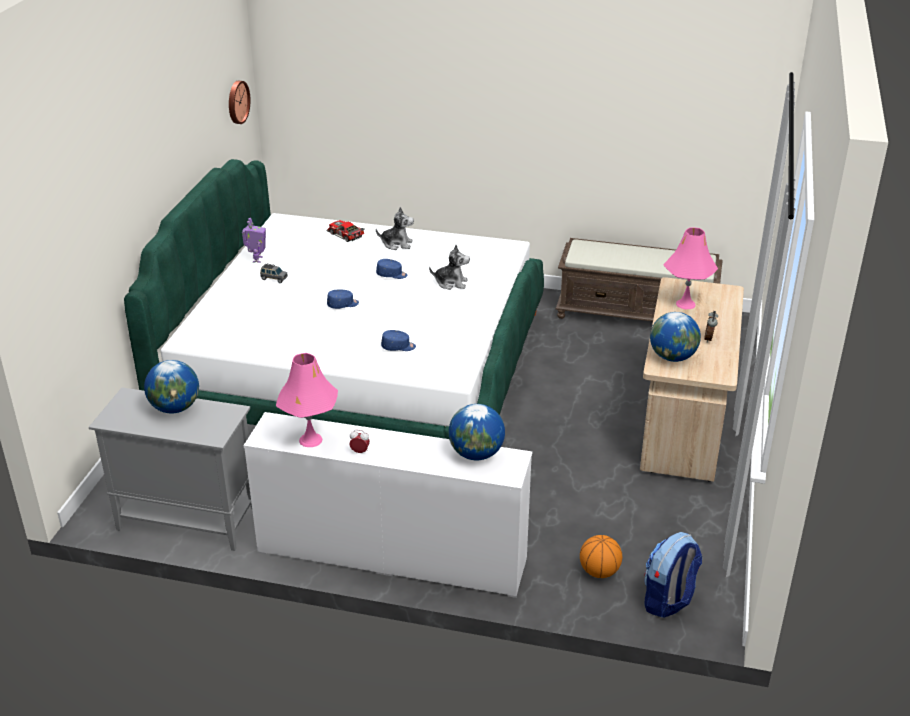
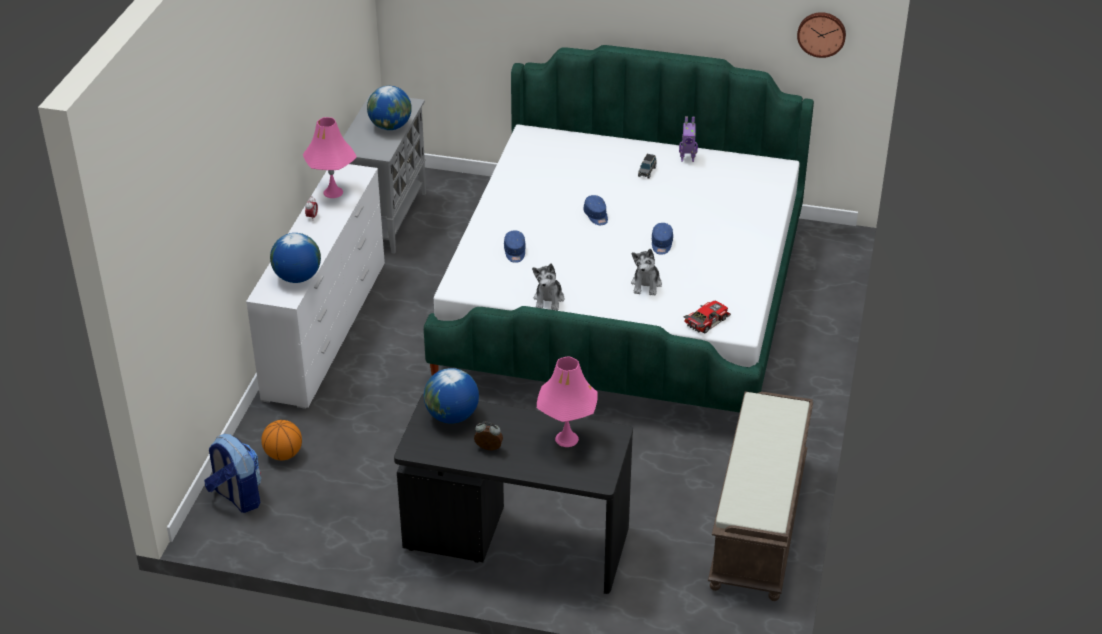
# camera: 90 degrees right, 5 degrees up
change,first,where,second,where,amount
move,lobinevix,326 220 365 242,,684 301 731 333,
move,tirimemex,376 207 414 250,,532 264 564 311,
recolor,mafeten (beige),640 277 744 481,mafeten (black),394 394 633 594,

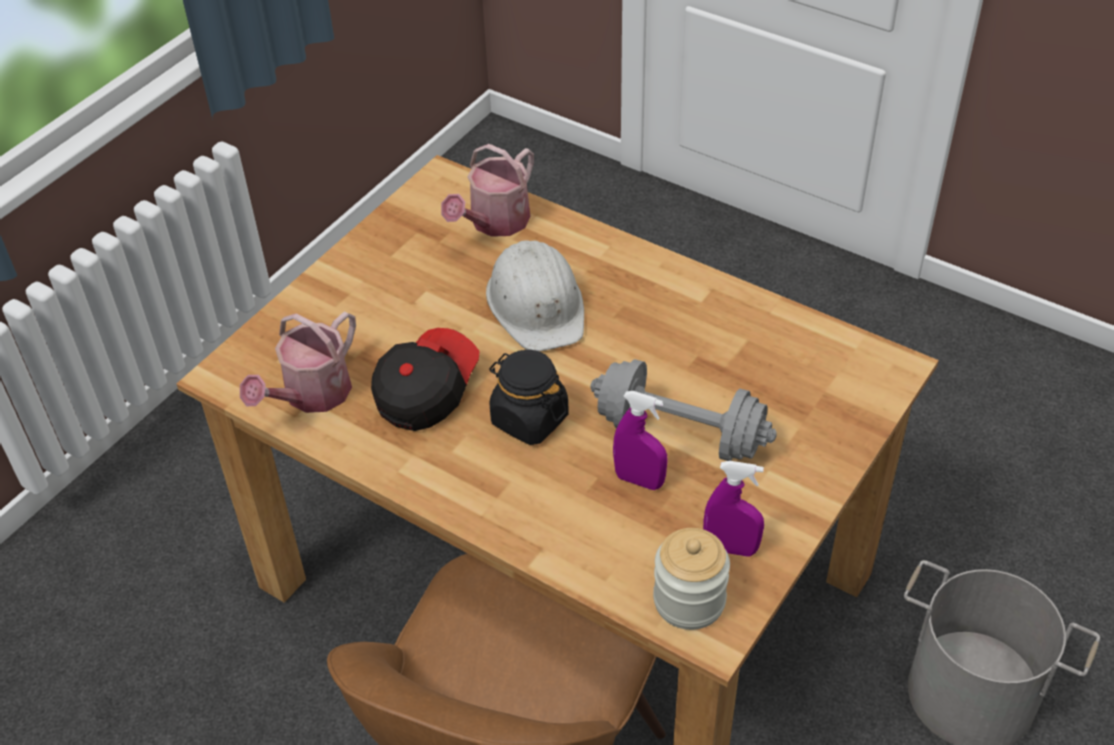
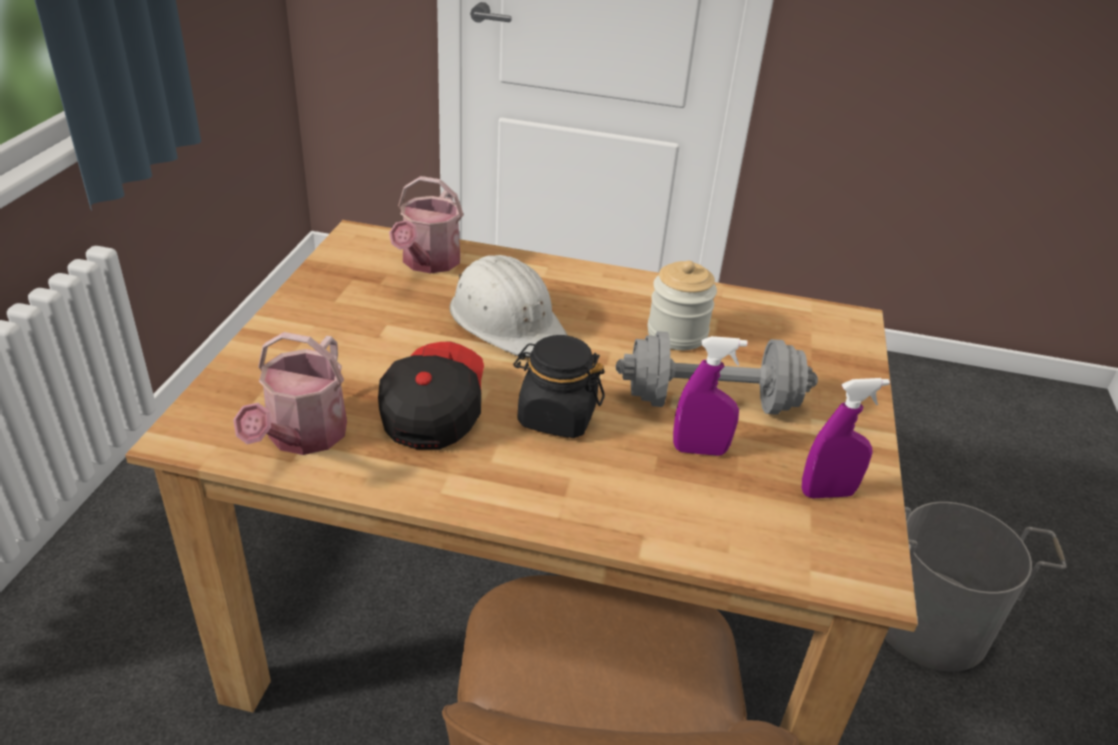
# camera: 25 degrees left, 10 degrees down
change,first,where,second,where,amount
move,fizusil,653 528 730 630,,647 261 717 350,

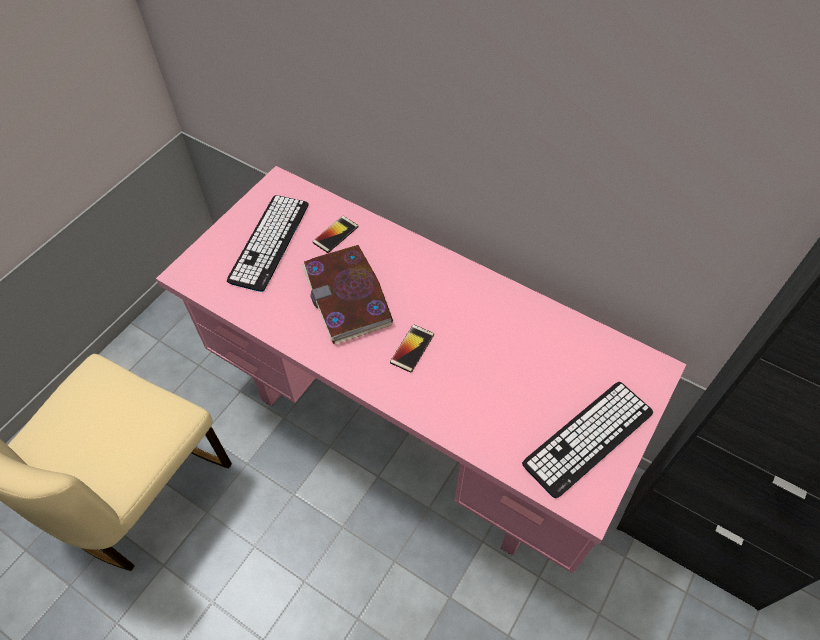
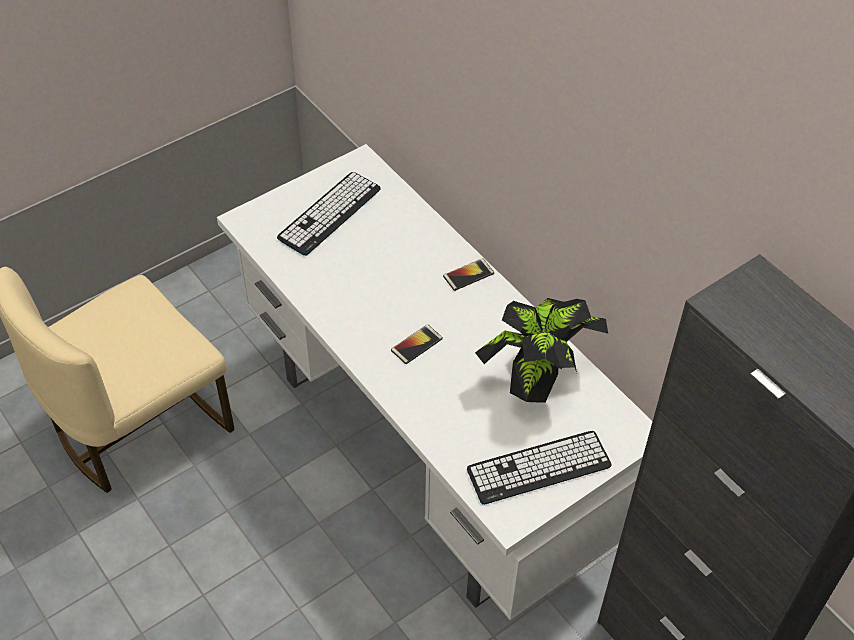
# camera: 20 degrees right, 5 degrees down
change,first,where,second,where,amount
recolor,mafeten (pink),156 166 687 574,mafeten (white),217 144 653 620,
delete,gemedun,302 245 393 344,,,
move,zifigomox,312 216 359 253,,443 258 494 291,
insert,,,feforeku,475 298 608 403,

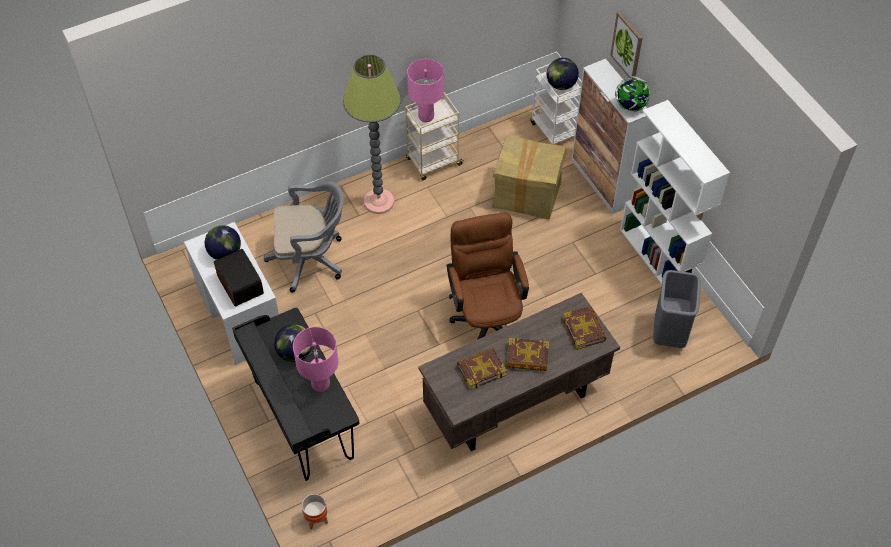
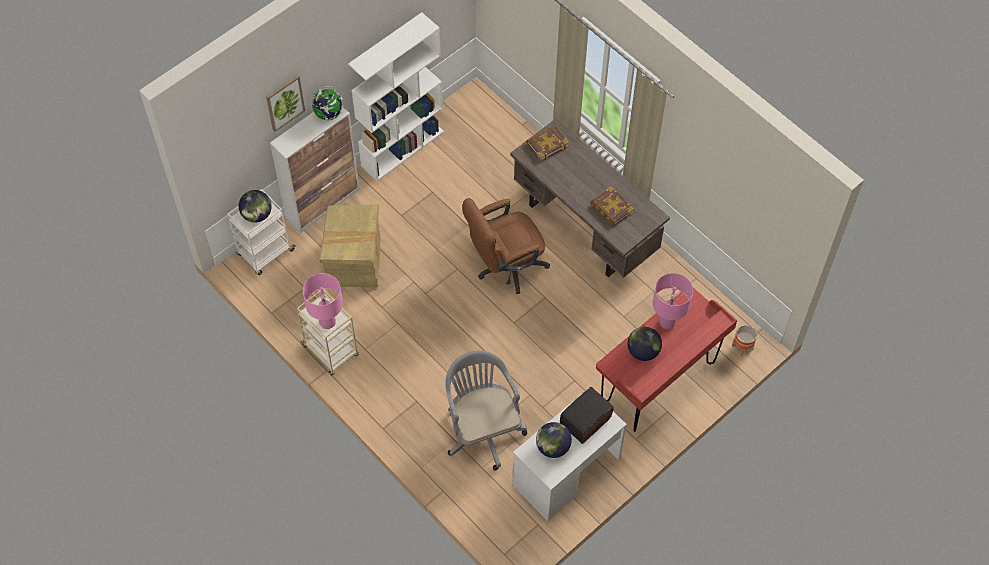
# camera: 105 degrees left, 5 degrees up
change,first,where,second,where,amount
recolor,mafeten (black),232 308 359 481,mafeten (red),596 288 737 432,
delete,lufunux,343 55 401 214,,,
delete,gemedun,507 338 549 371,,,
delete,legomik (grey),653 270 701 348,,,

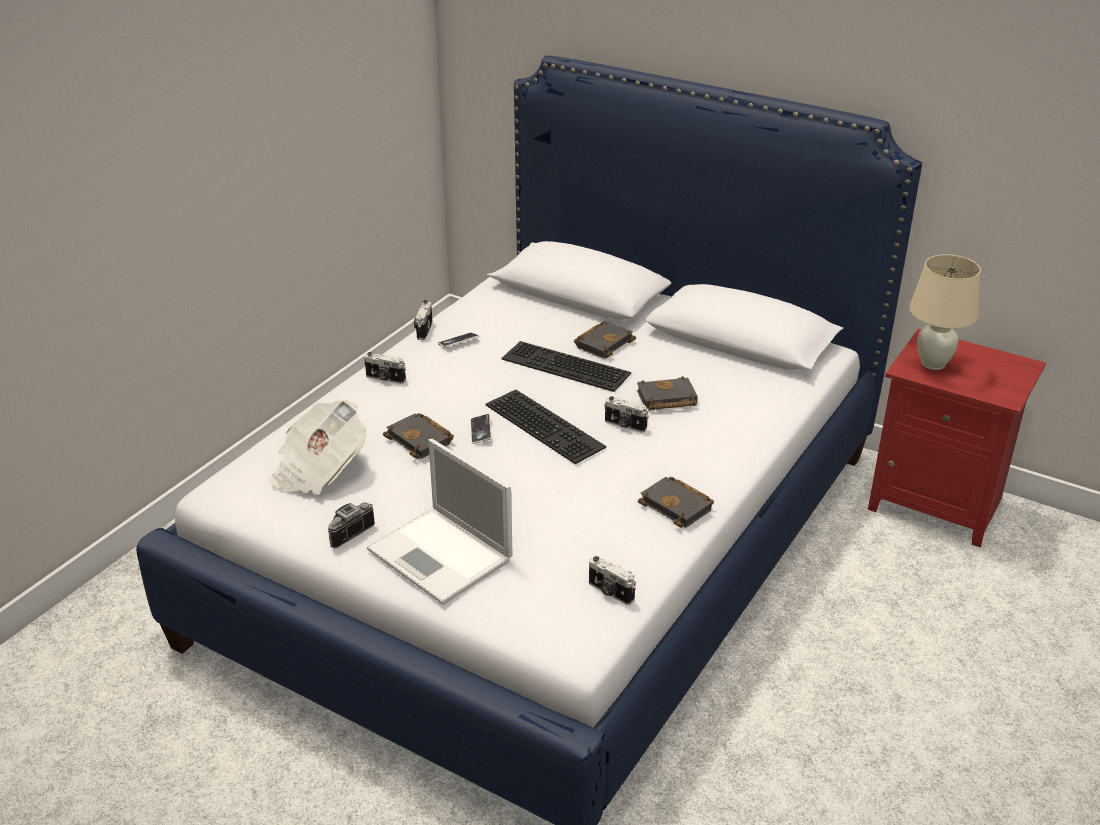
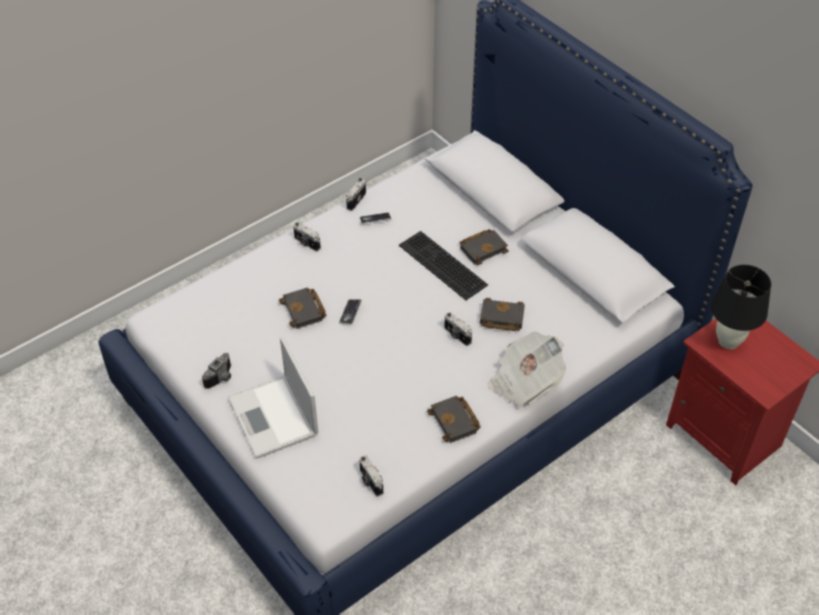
# camera: 20 degrees right, 15 degrees up
change,first,where,second,where,amount
move,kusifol,270 400 367 494,,488 331 566 408,
rotate,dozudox,328 502 375 548,,202 353 231 389,150 degrees clockwise
delete,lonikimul,485 390 606 464,,,
recolor,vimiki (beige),909 254 981 370,vimiki (black),711 265 771 349,

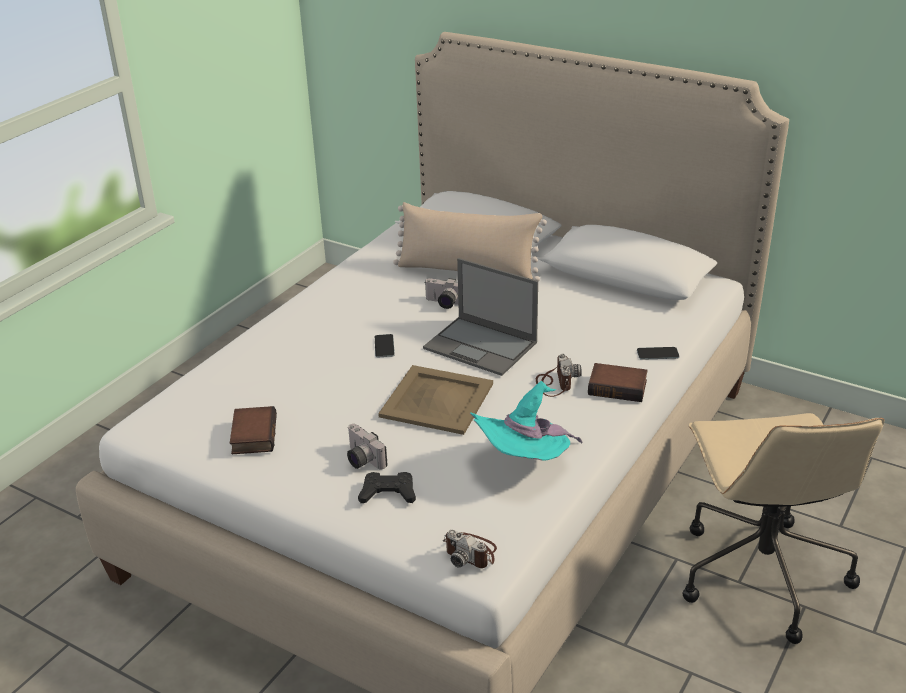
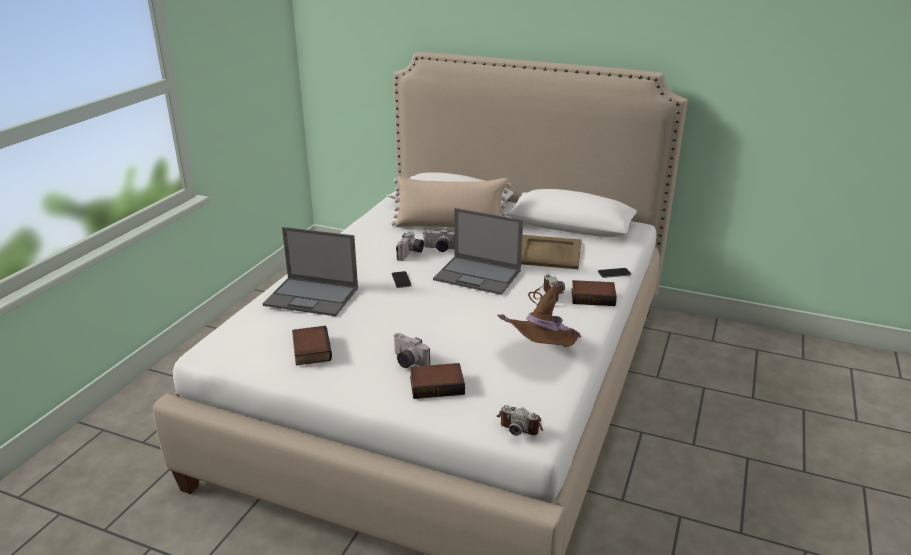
# camera: 10 degrees left, 5 degrees down
change,first,where,second,where,amount
replace,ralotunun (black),358 472 416 503,gemedun,410 363 465 399,
move,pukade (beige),378 365 493 435,,521 235 582 269,
recolor,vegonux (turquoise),470 381 582 461,vegonux (brown),497 284 581 347,
delete,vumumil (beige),682 413 884 644,,,
insert,,,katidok,262 227 358 316,
insert,,,dozudox,396 232 424 261,

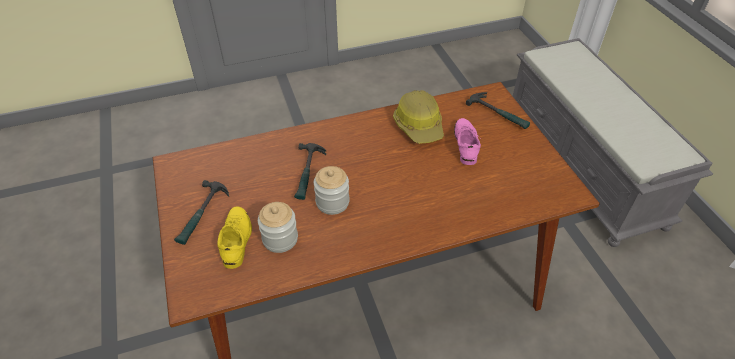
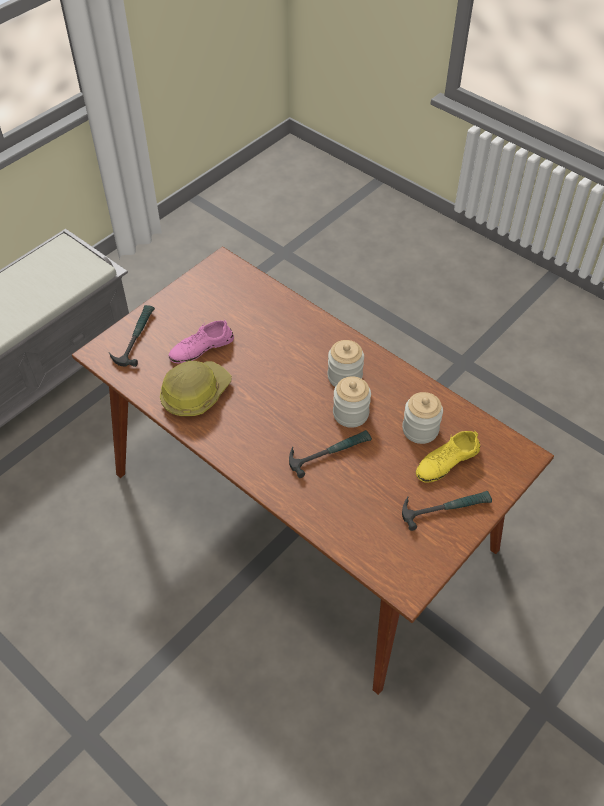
# camera: 120 degrees left, 5 degrees up
change,first,where,second,where,amount
insert,,,fizusil,328 340 364 387,

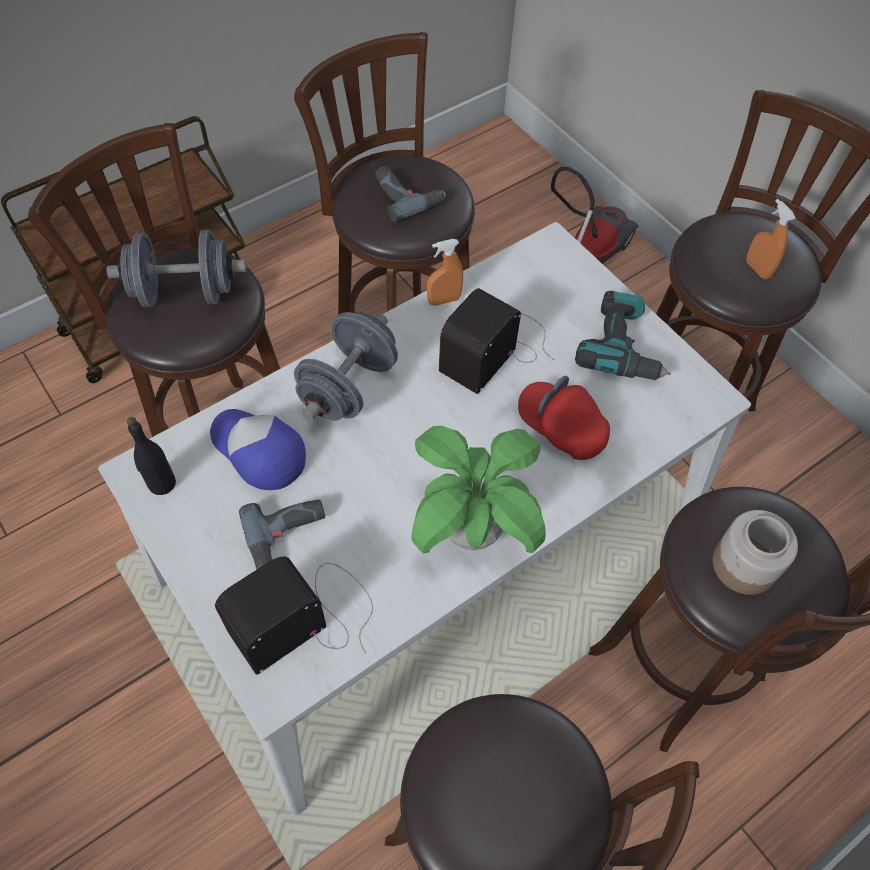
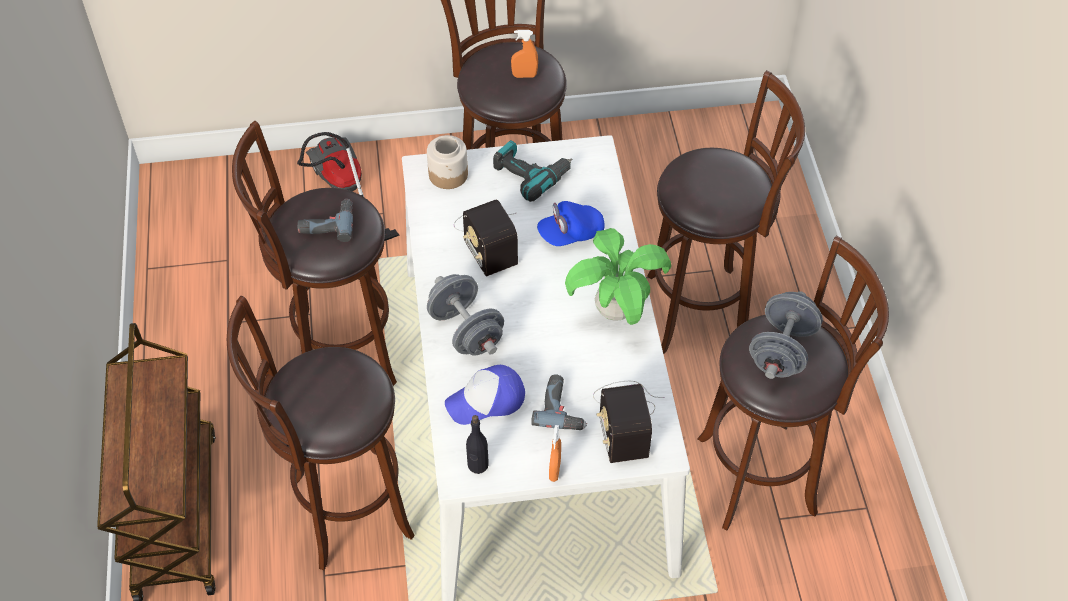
# camera: 60 degrees left, 5 degrees down
change,first,where,second,where,amount
move,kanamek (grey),107 230 247 307,,749 291 823 379,
move,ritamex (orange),427 239 463 306,,549 425 561 482,
recolor,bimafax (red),518 376 610 460,bimafax (blue),537 201 604 246,
move,fizusil,713 510 798 595,,427 135 468 189,

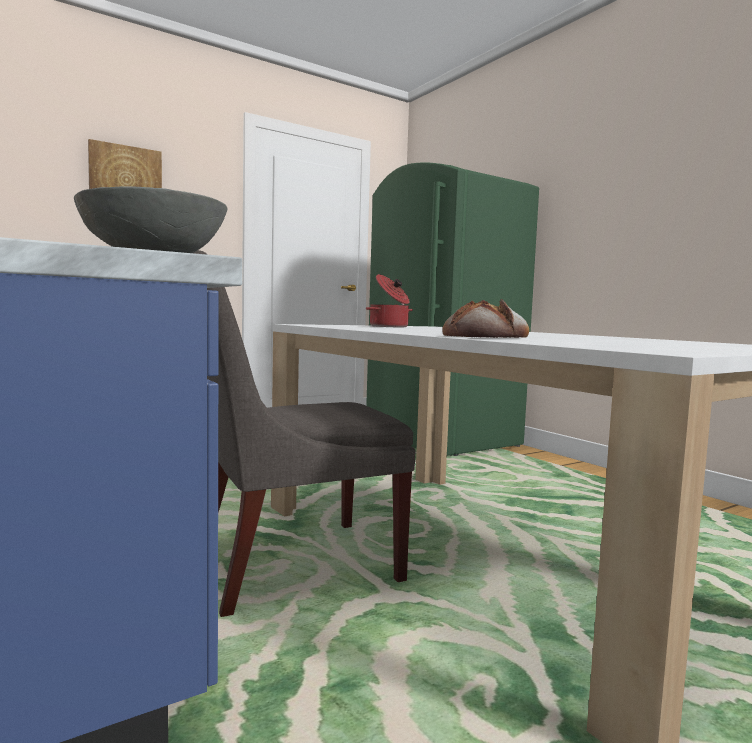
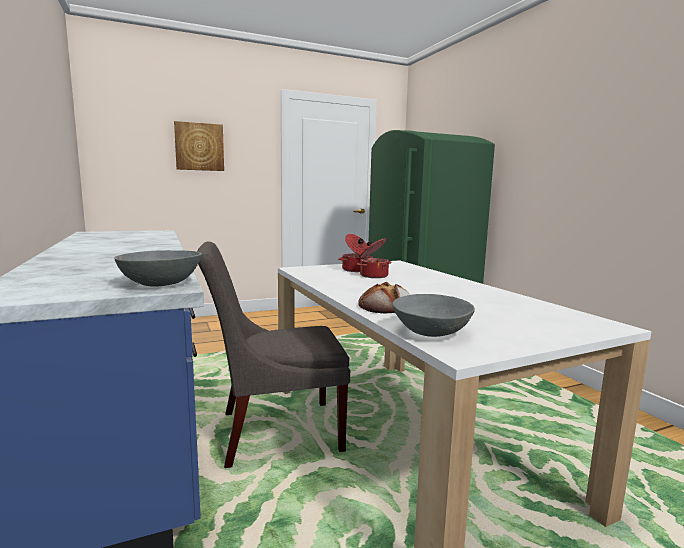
# camera: 10 degrees right, 5 degrees up
change,first,where,second,where,amount
insert,,,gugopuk,357 238 392 278,
insert,,,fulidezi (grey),392 294 475 337,

